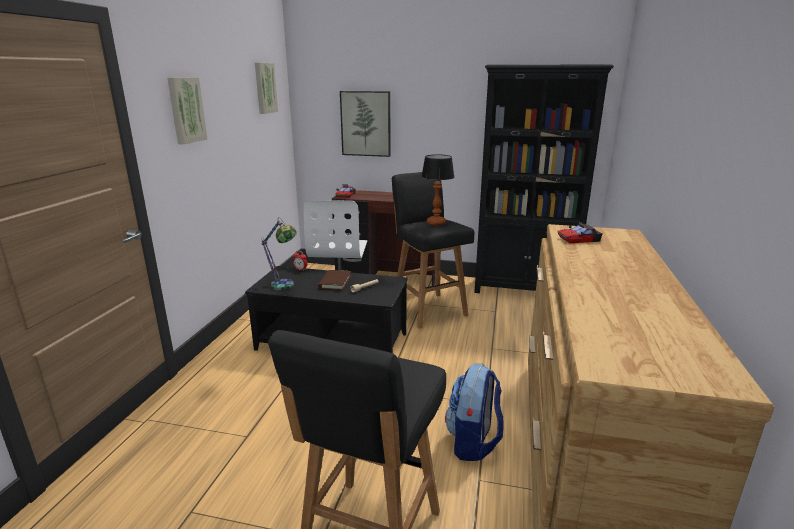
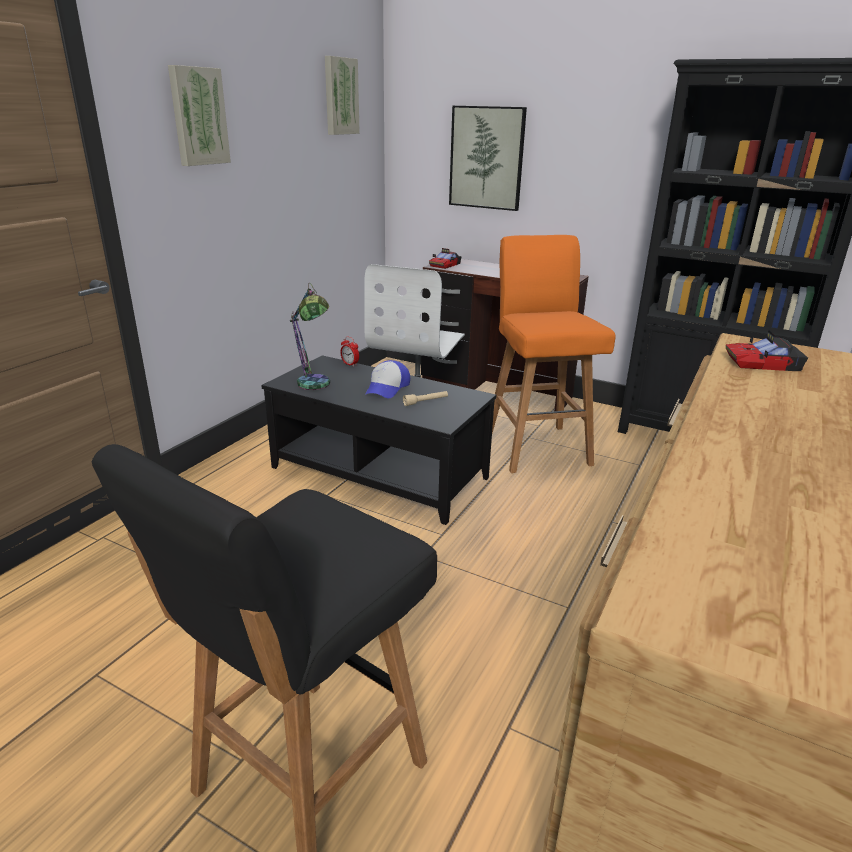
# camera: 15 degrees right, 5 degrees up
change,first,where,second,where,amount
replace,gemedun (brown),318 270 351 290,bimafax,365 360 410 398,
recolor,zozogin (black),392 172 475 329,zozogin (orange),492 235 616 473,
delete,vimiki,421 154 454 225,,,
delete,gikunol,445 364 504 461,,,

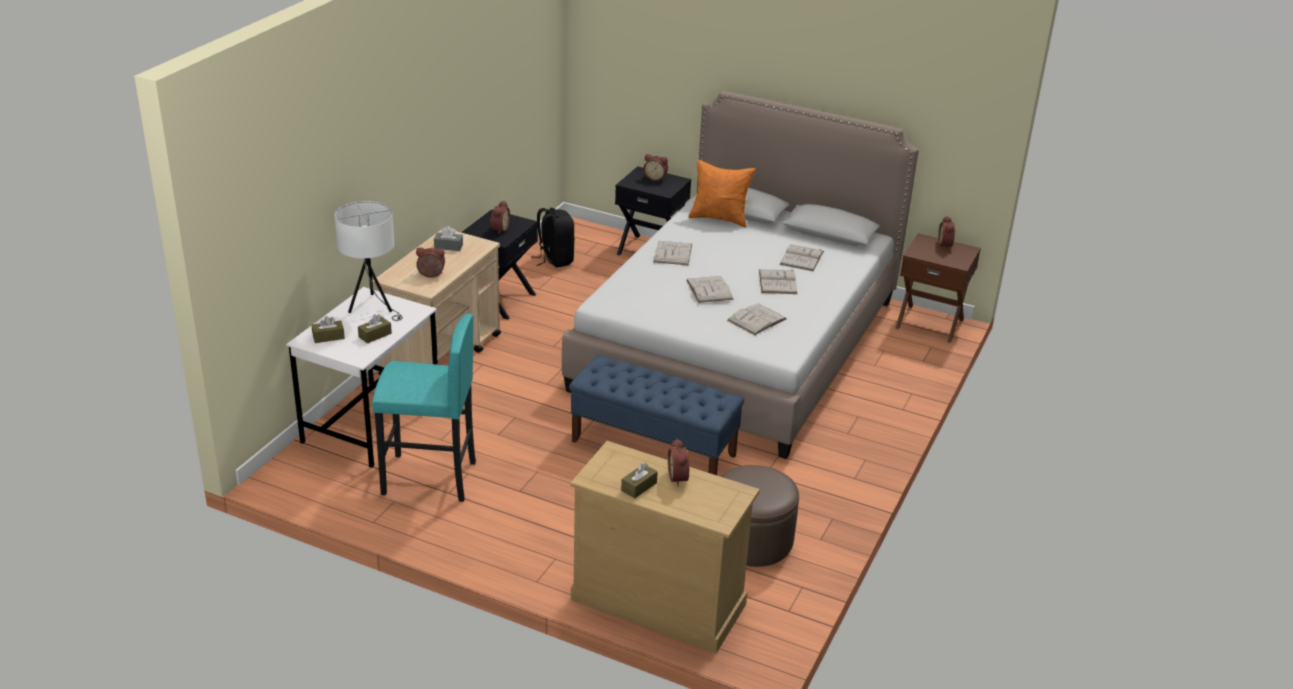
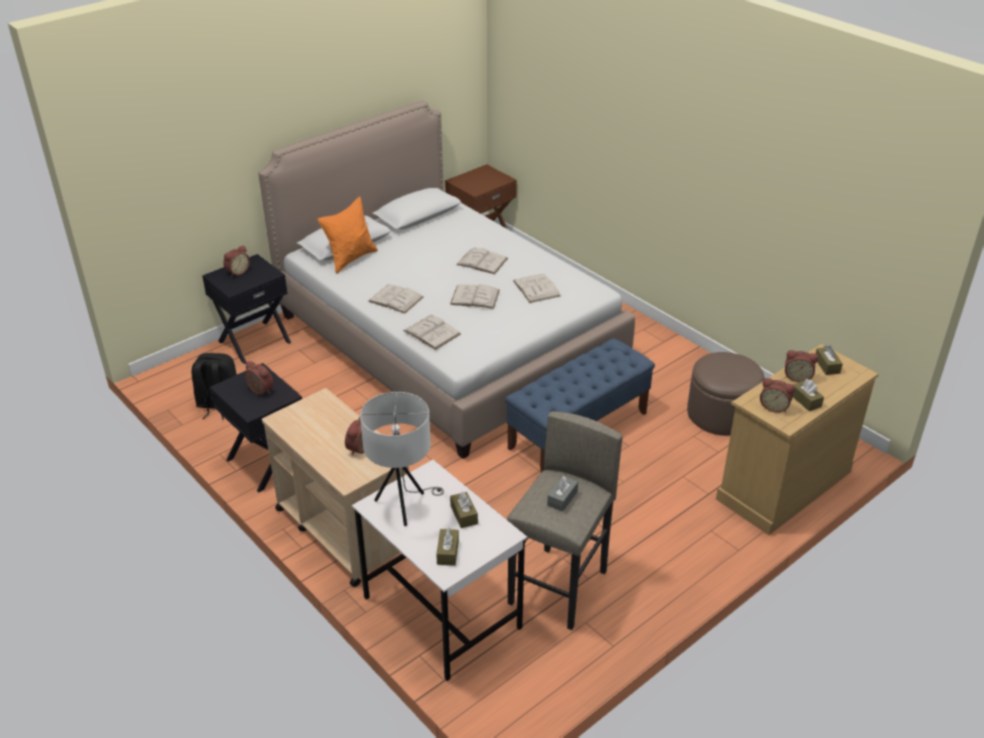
# camera: 65 degrees left, 5 degrees up
change,first,where,second,where,amount
recolor,zozogin (turquoise),372 313 476 502,zozogin (grey),507 411 623 630,
move,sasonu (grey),434 226 463 251,,547 476 578 512,
move,gemedun (white),780 244 824 271,,403 315 461 350,
move,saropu,938 216 955 250,,760 378 795 413,
insert,,,sasonu (brown),816 345 843 375,

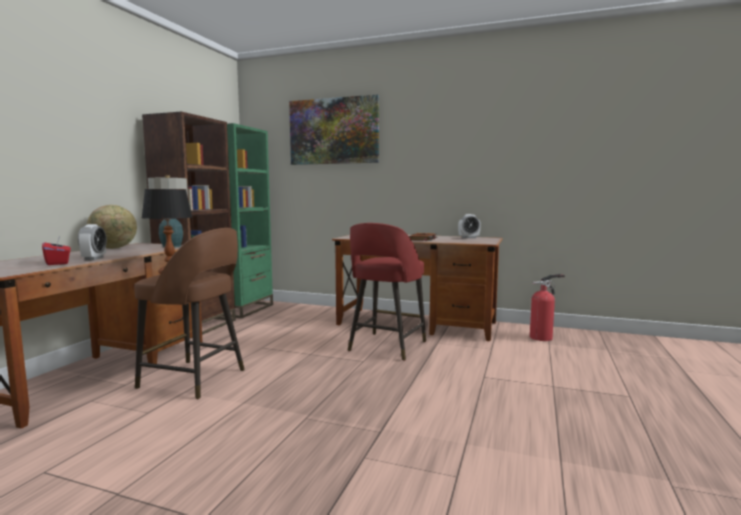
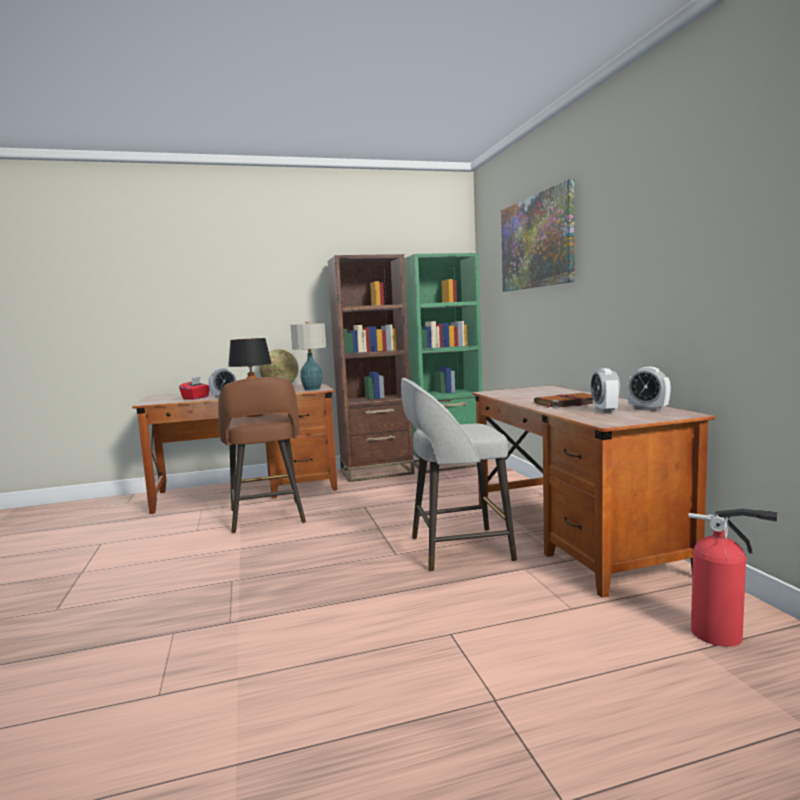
# camera: 55 degrees right, 0 degrees up
change,first,where,second,where,amount
recolor,zozogin (red),348 223 426 361,zozogin (grey),401 378 517 572,
insert,,,saropu,591 368 620 413,

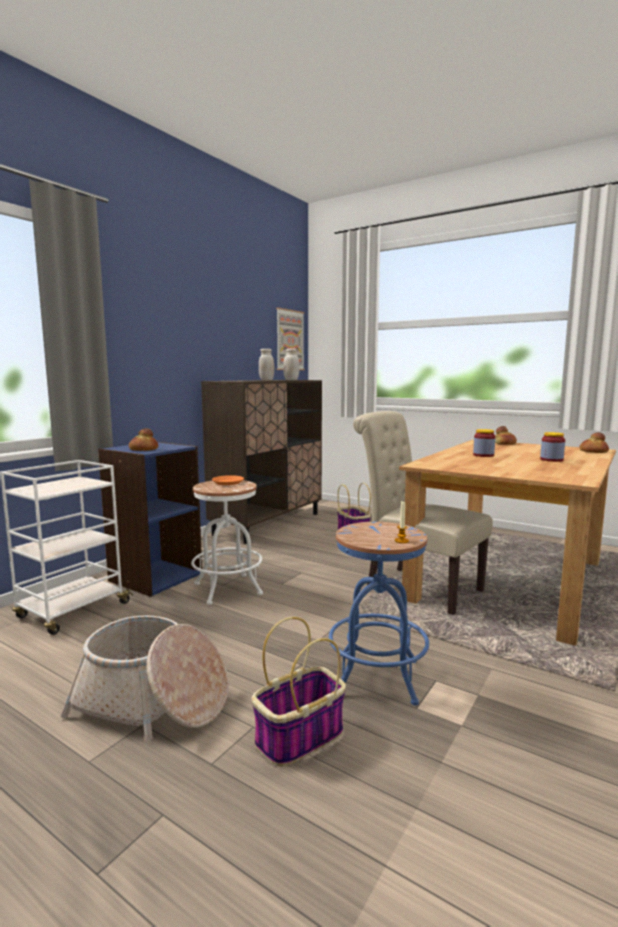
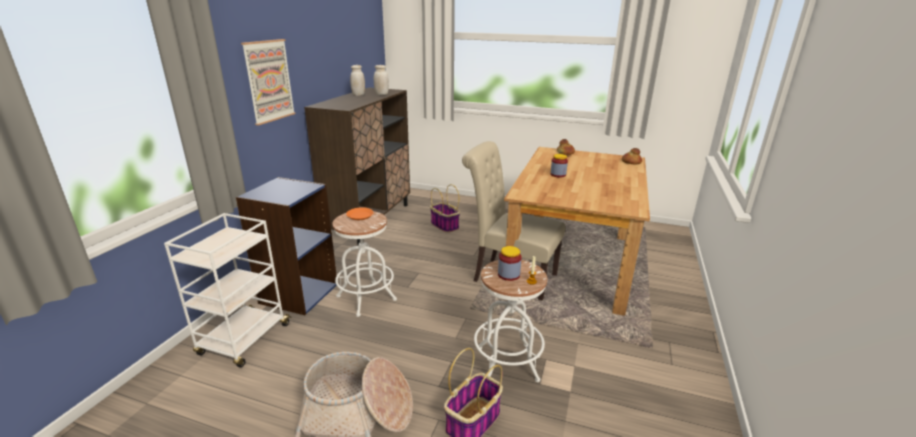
# camera: 15 degrees left, 15 degrees up
change,first,where,second,where,amount
delete,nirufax,129 428 158 451,,,
move,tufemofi,276 308 305 370,,241 39 296 126,
recolor,zozogin (blue),329 522 429 705,zozogin (white),474 260 547 382,
move,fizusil,540 432 565 462,,498 246 522 281,

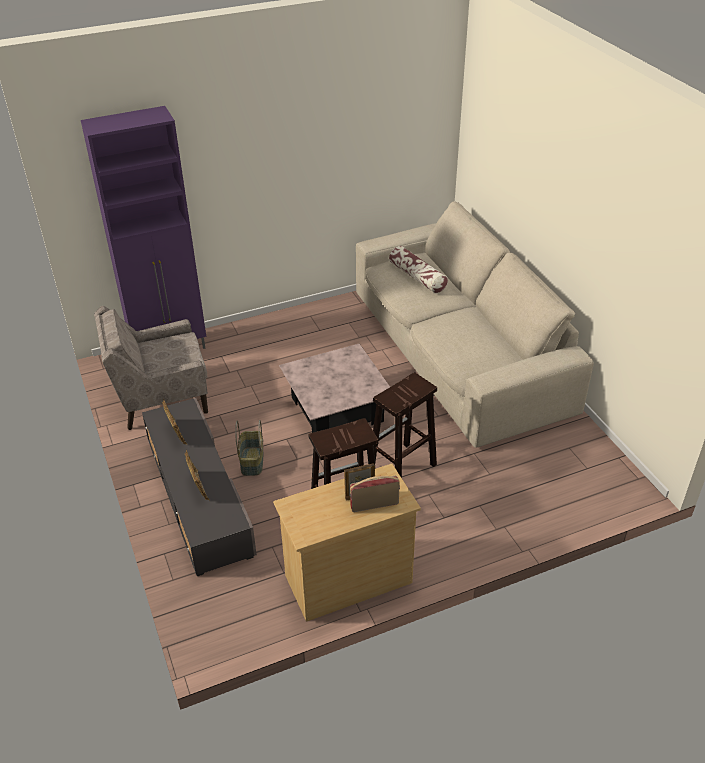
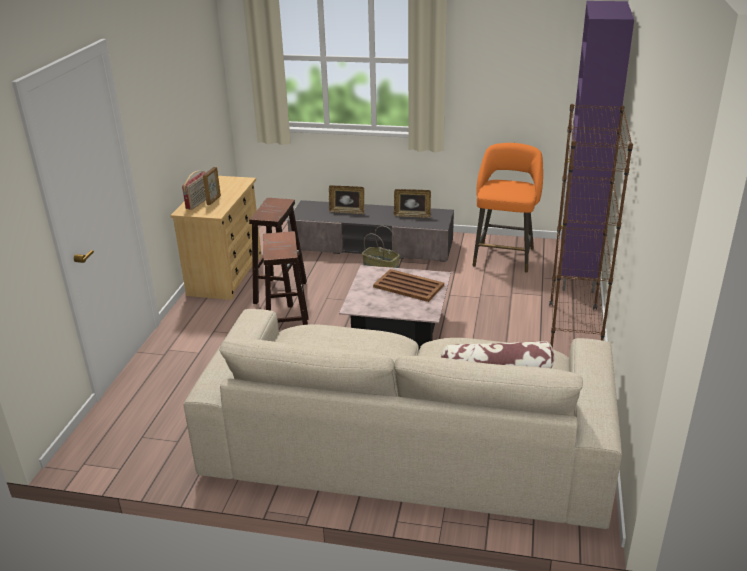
# camera: 125 degrees right, 10 degrees down
change,first,where,second,where,amount
replace,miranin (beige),94 306 208 430,zozogin (orange),473 143 543 273,
insert,,,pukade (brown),373 269 444 302,
insert,,,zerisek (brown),549 104 633 348,

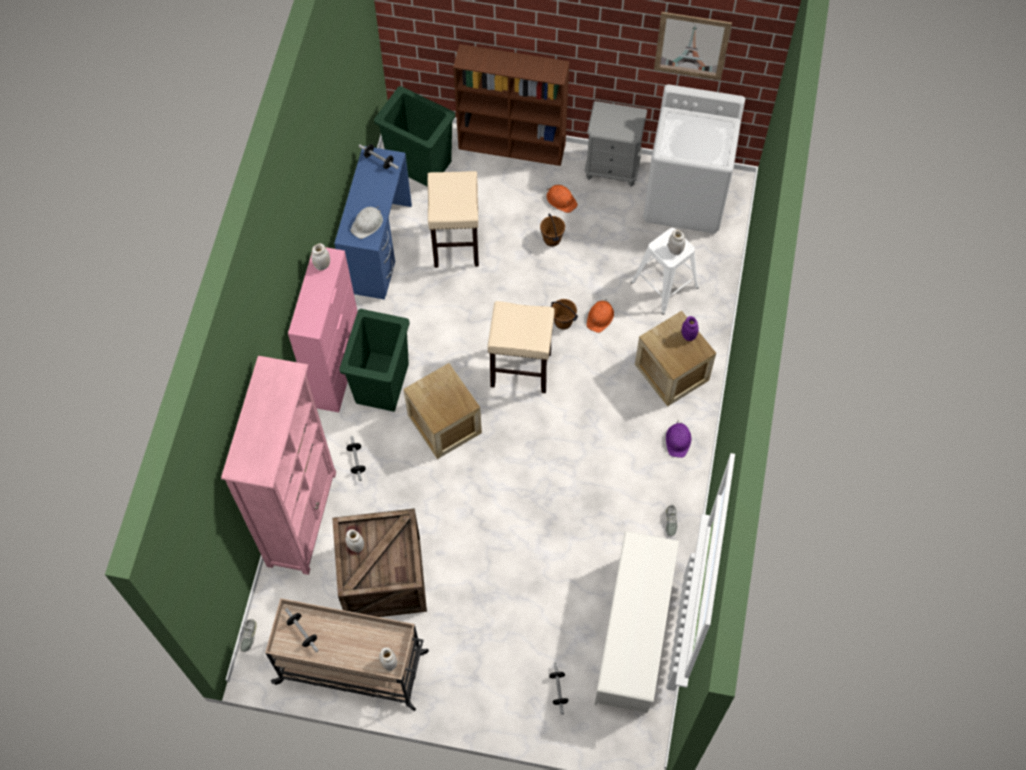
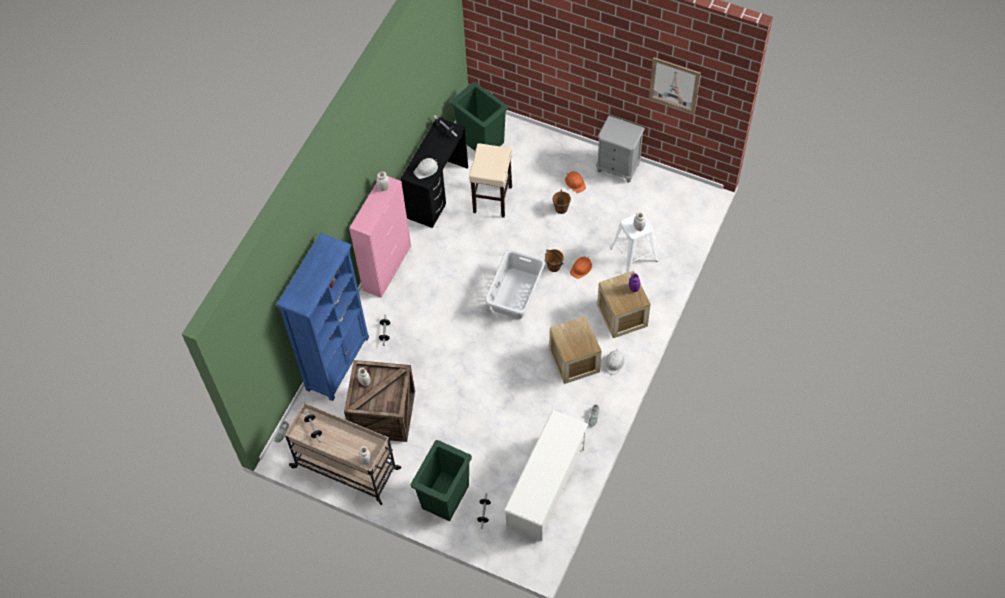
# camera: 15 degrees right, 5 degrees down
change,first,where,second,where,amount
recolor,zerisek (pink),221 356 336 575,zerisek (blue),277 233 369 401,
recolor,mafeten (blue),334 146 412 300,mafeten (black),401 117 468 228,
move,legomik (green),340 309 410 412,,411 440 472 521,
move,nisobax,404 363 482 459,,549 316 602 384,
delete,zerisek (brown),453 44 569 166,,,
replace,zozogin (beige),488 301 555 393,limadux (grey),485 249 545 319,
delete,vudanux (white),643 84 745 234,,,
recolor,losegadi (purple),666 420 691 458,losegadi (white),605 349 624 375,

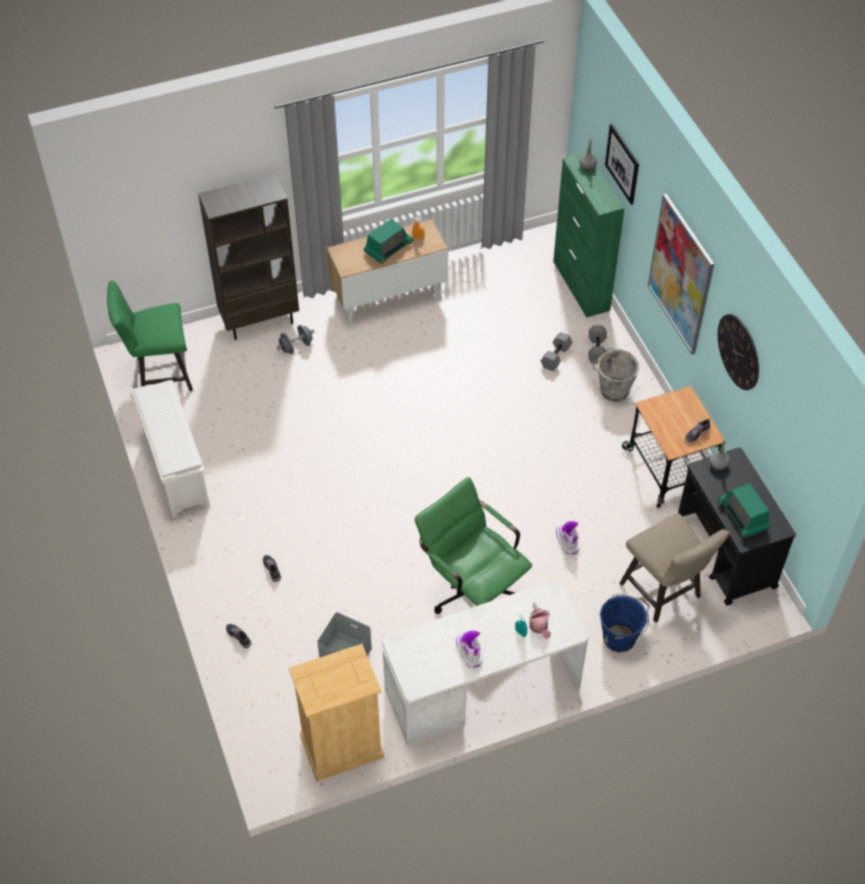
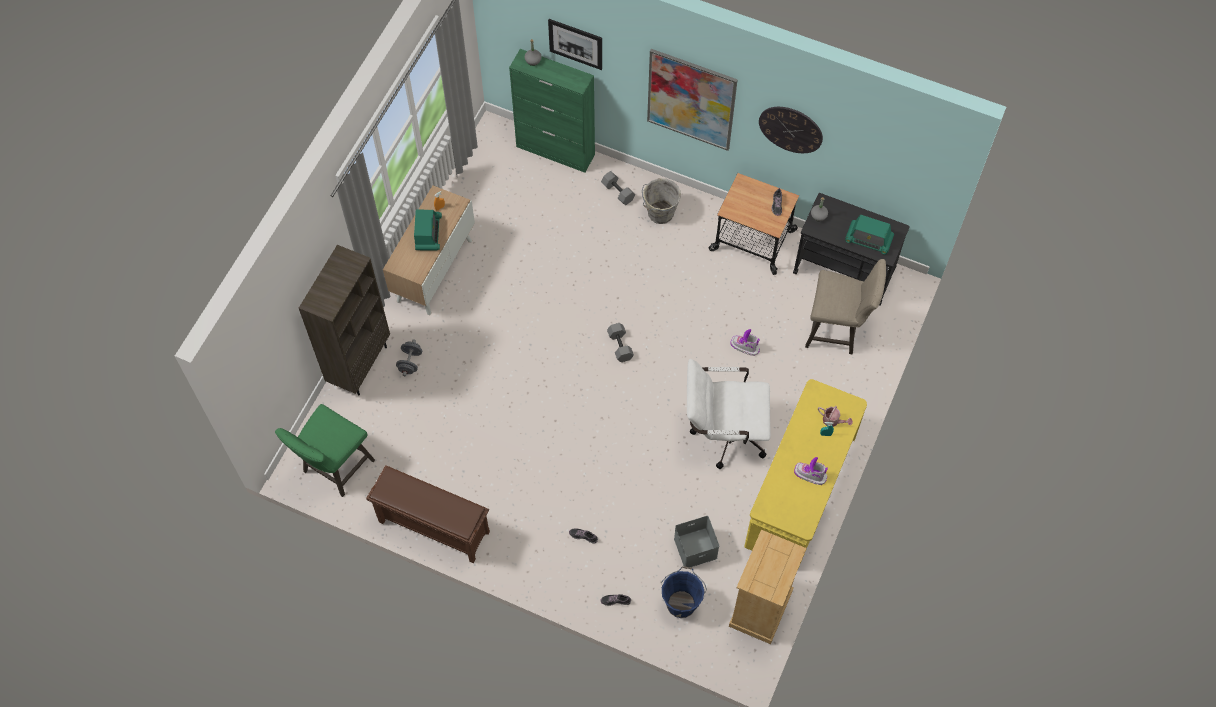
# camera: 45 degrees left, 10 degrees up
change,first,where,second,where,amount
recolor,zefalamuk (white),131 380 210 518,zefalamuk (brown),366 465 490 563,
recolor,mafeten (white),382 580 589 746,mafeten (yellow),744 379 867 569,
recolor,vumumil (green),415 477 532 614,vumumil (white),687 359 771 469,
move,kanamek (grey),541 332 573 371,,607 323 634 362,
move,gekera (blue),600 594 650 653,,661 566 707 618,

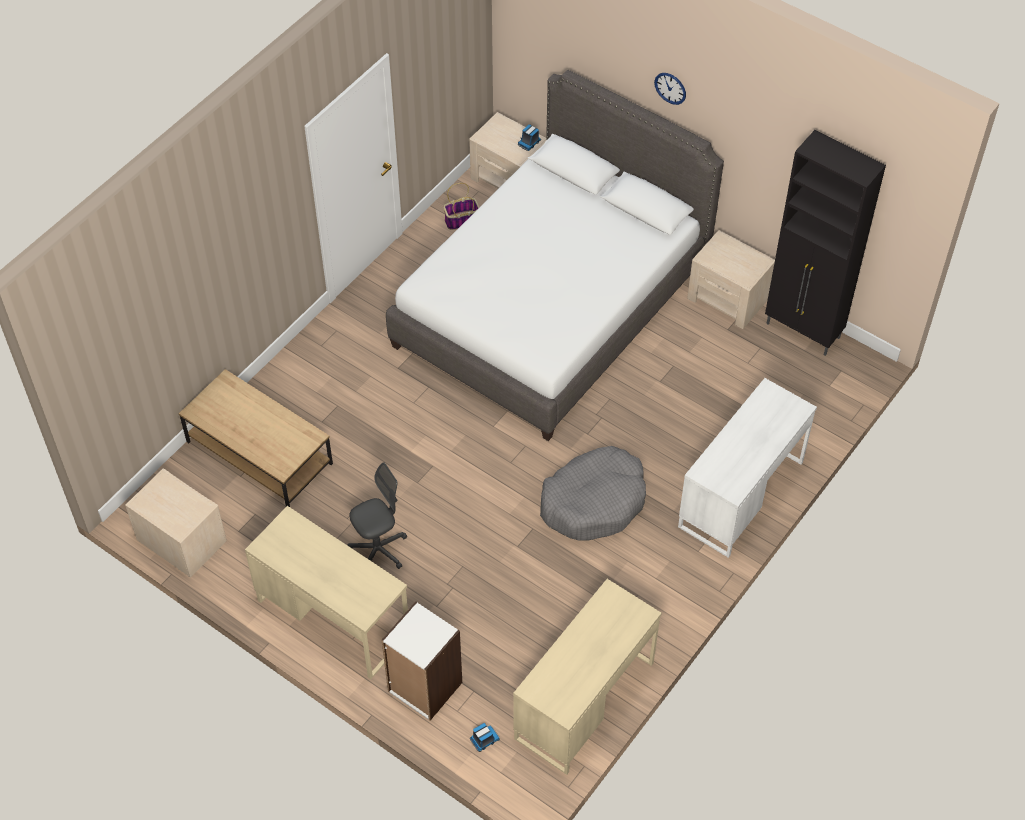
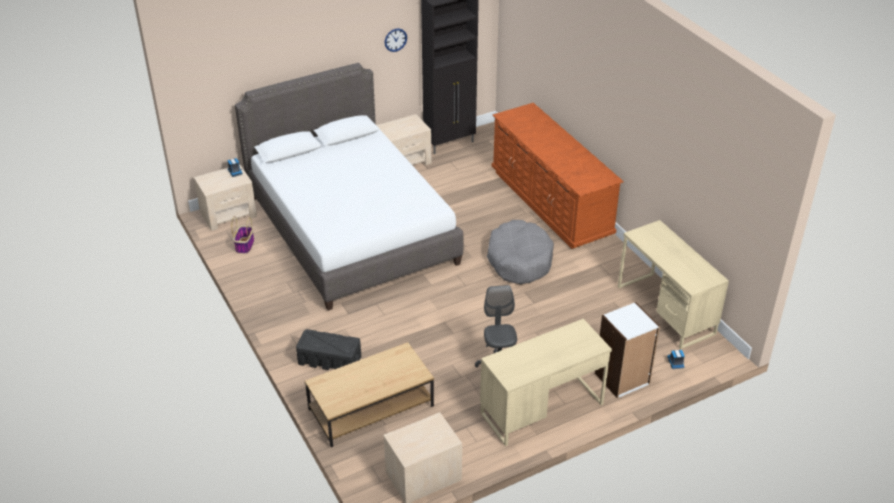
# camera: 65 degrees left, 15 degrees down
change,first,where,second,where,amount
move,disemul,654 73 686 105,,385 28 407 52,
replace,mafeten (white),678 378 817 558,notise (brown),492 103 624 249,
insert,,,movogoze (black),296 329 361 370,

